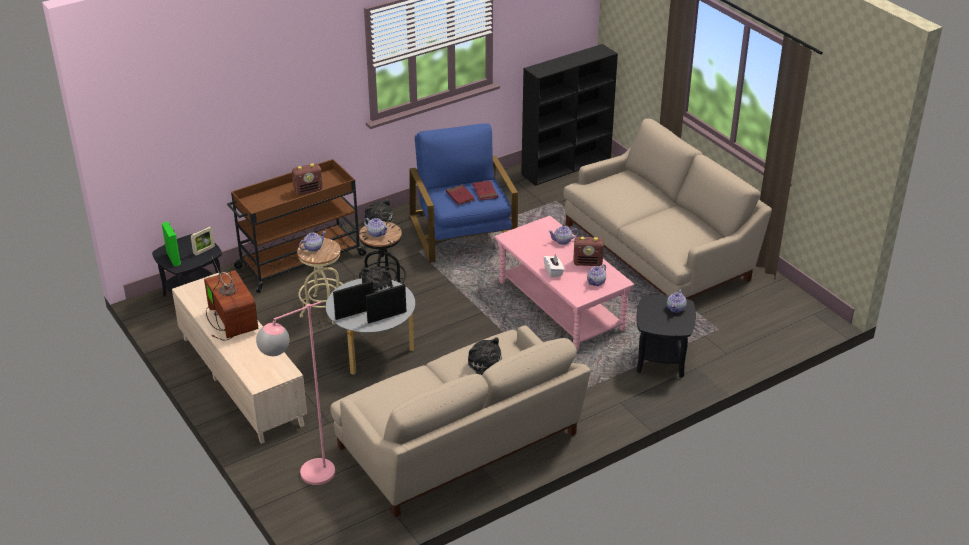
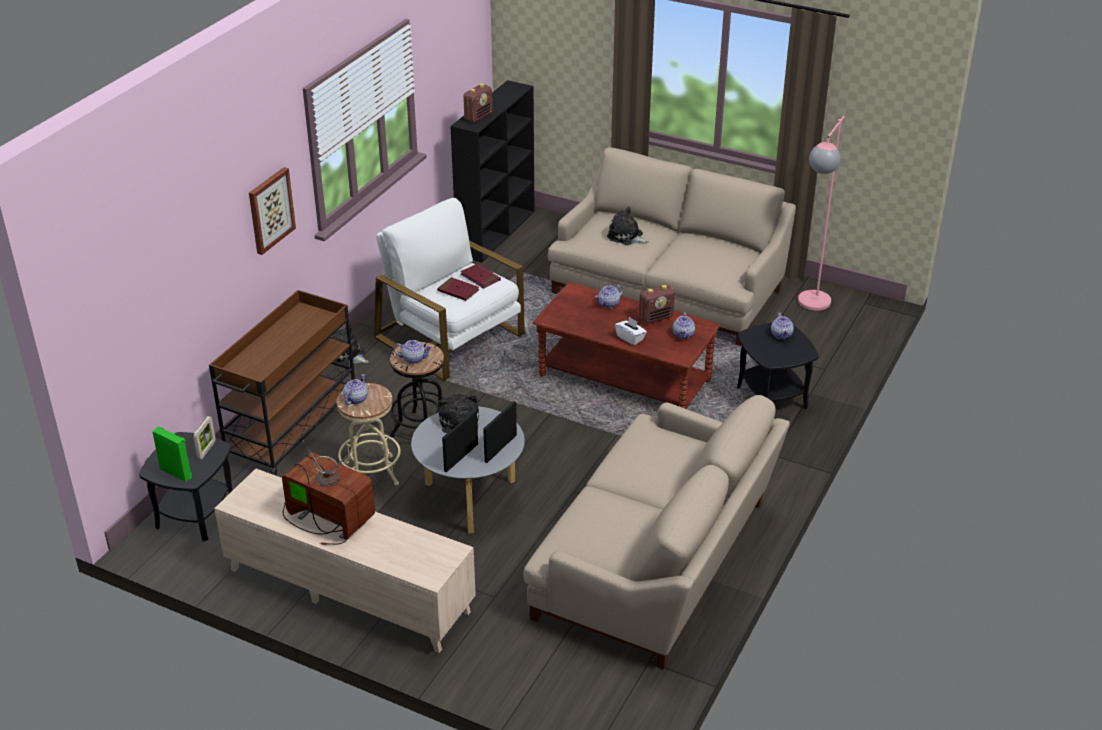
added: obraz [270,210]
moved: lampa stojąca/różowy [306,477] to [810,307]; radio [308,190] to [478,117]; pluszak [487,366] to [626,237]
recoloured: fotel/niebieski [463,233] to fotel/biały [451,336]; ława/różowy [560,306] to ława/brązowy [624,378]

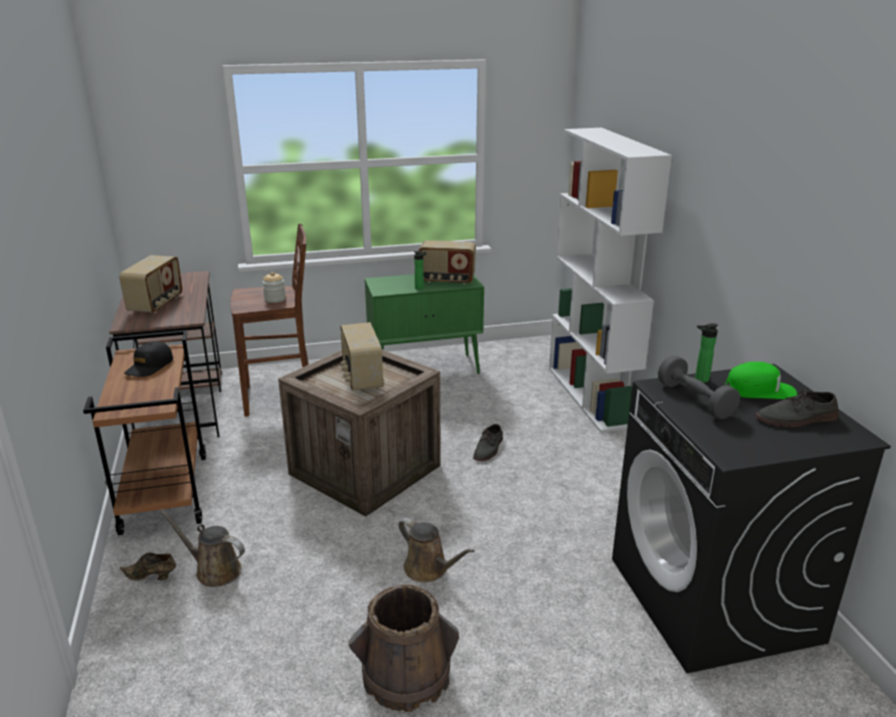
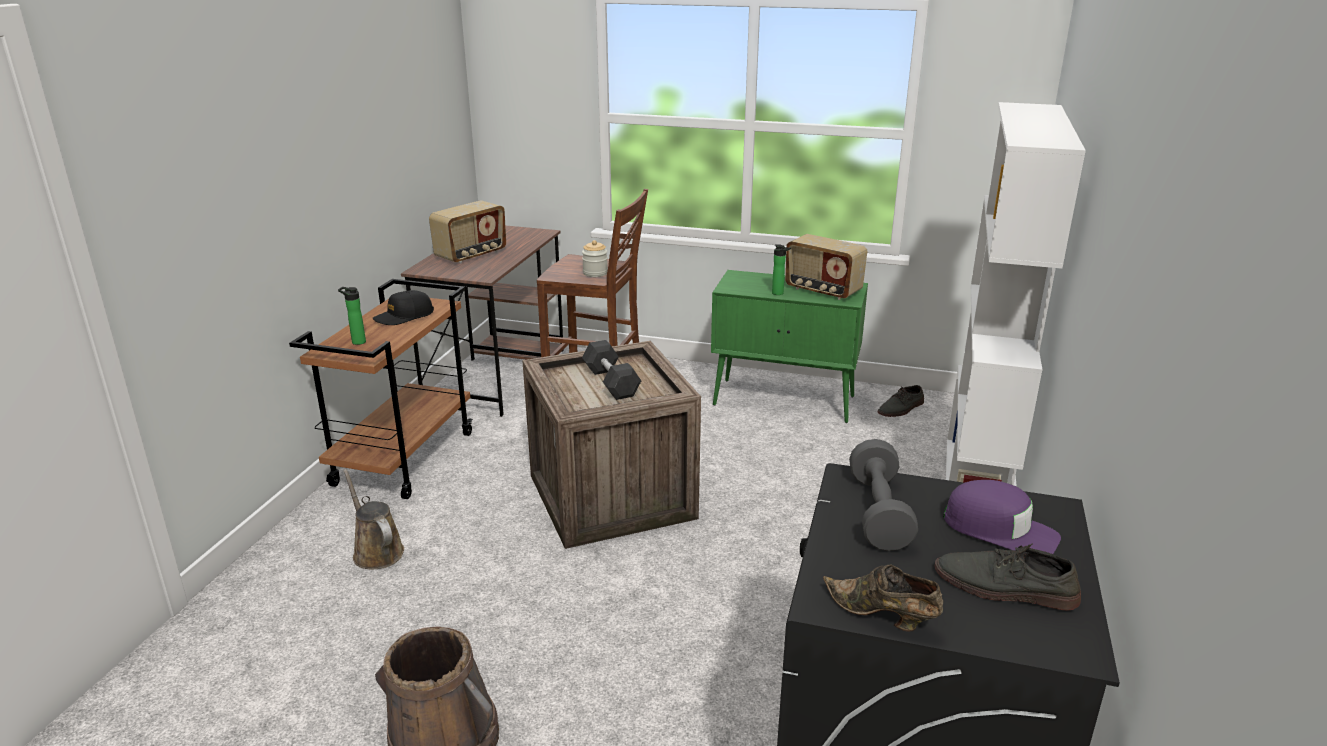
removed: konewka/brązowy [429,569]
moved: but/brązowy [151,577] to [882,616]; but/szary [489,449] to [901,408]; butelka [699,379] to [357,342]
replaced: radio [361,378] to hantel/szary [611,382]
recoloured: czapka z daszkiem/zielony [759,390] to czapka z daszkiem/fioletowy [1000,530]

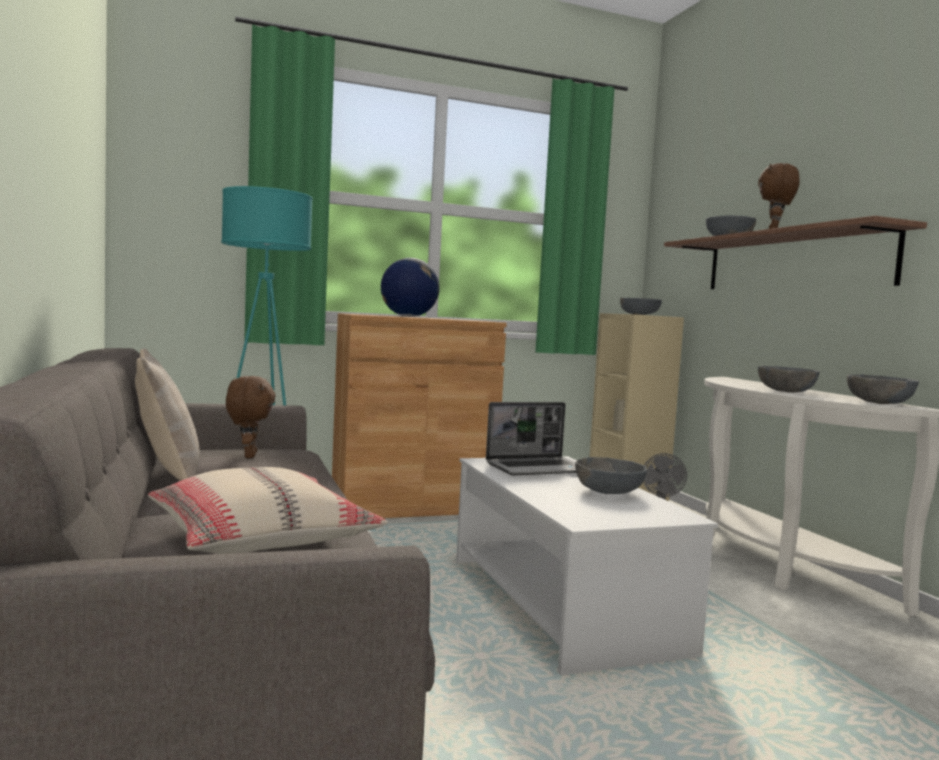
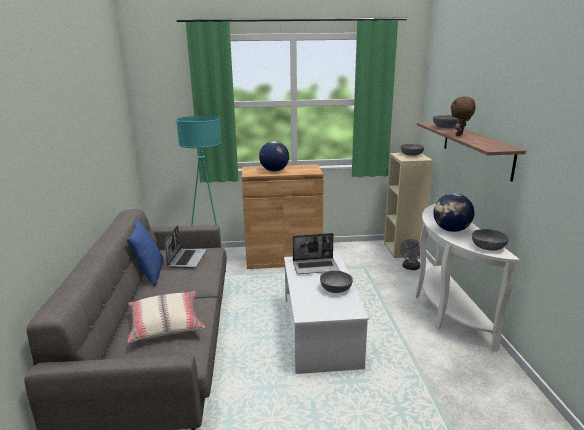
replaced: pluszak/brązowy [248,455] to laptop [187,259]; miska/szary [786,391] to globus [451,230]
recoloured: poduszka/beżowy [166,474] to poduszka/niebieski [150,273]

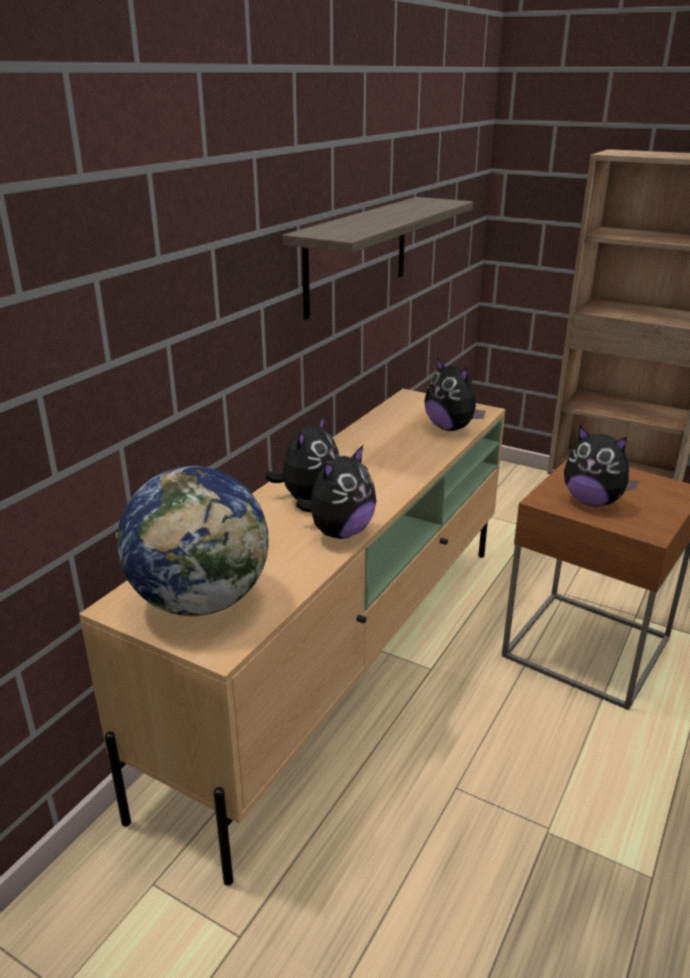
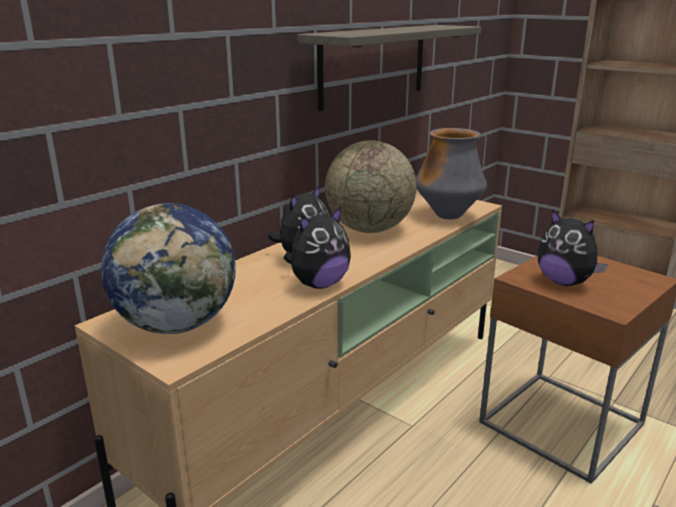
added: globus [369,229]
replaced: pluszak [451,428] to wazon [448,216]

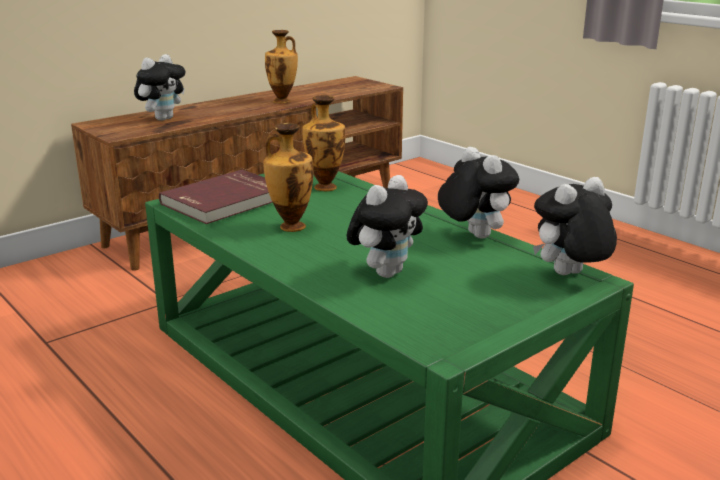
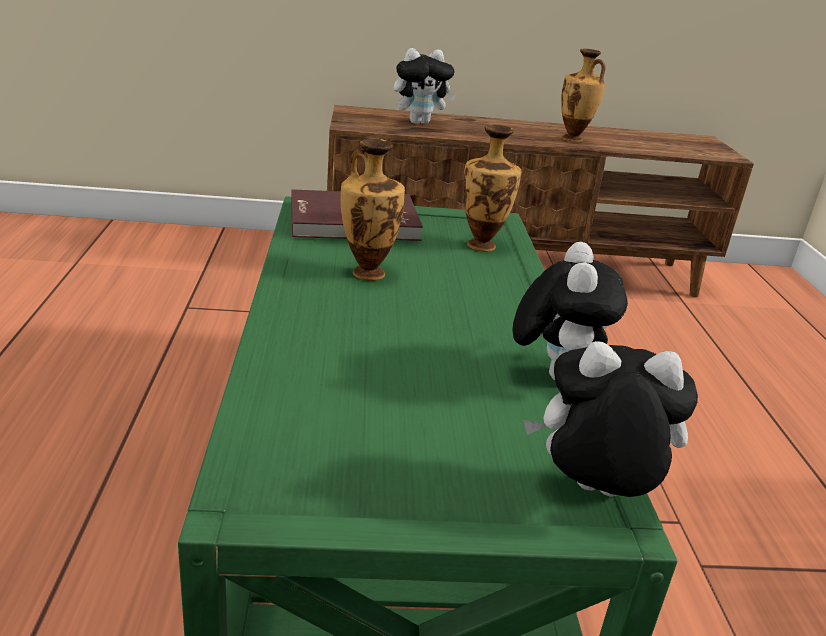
removed: pluszak [386,272]

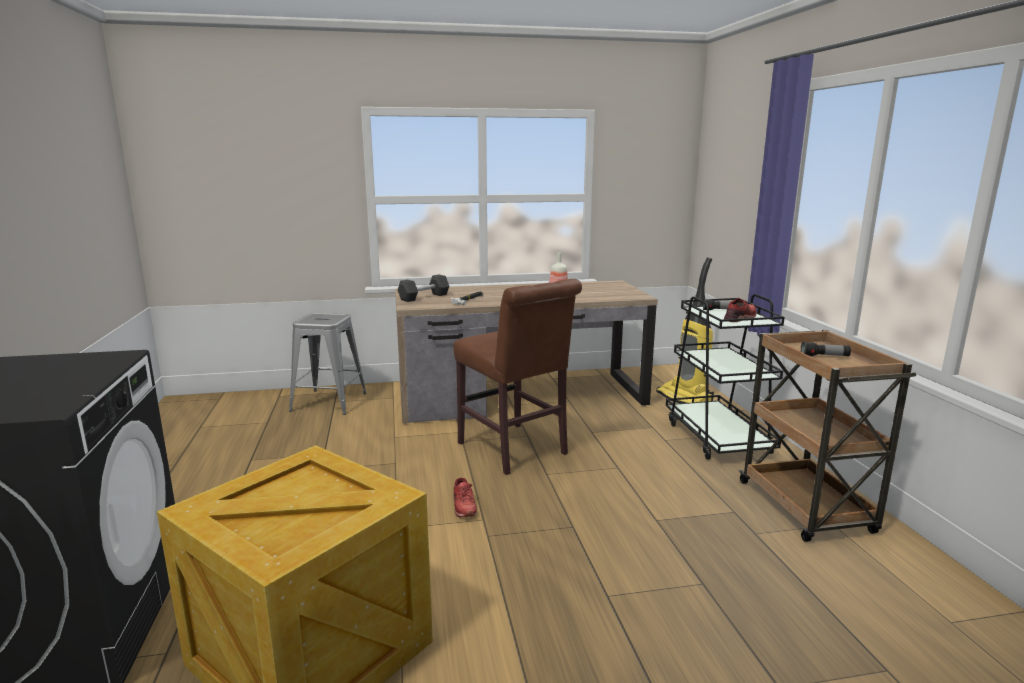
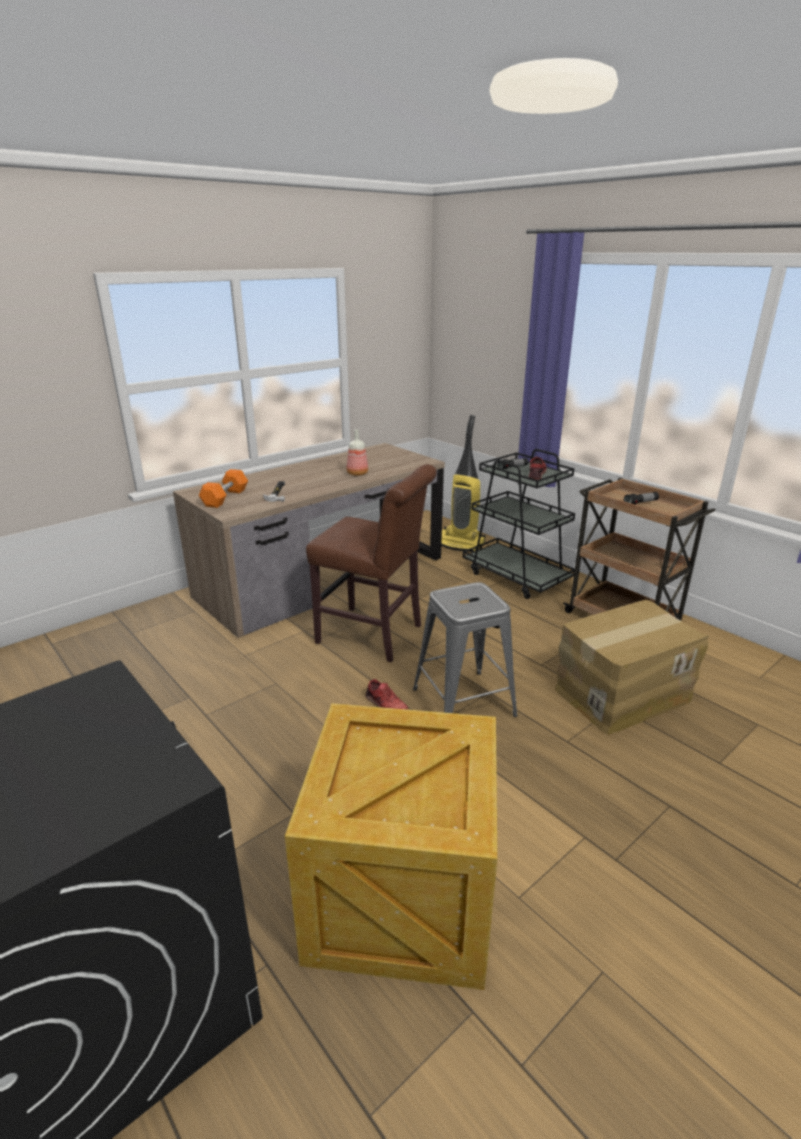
added: karton [621,694]
moved: stołek/szary [329,402] to [463,702]
recoloured: hantel/szary [424,297] to hantel/pomarańczowy [225,498]

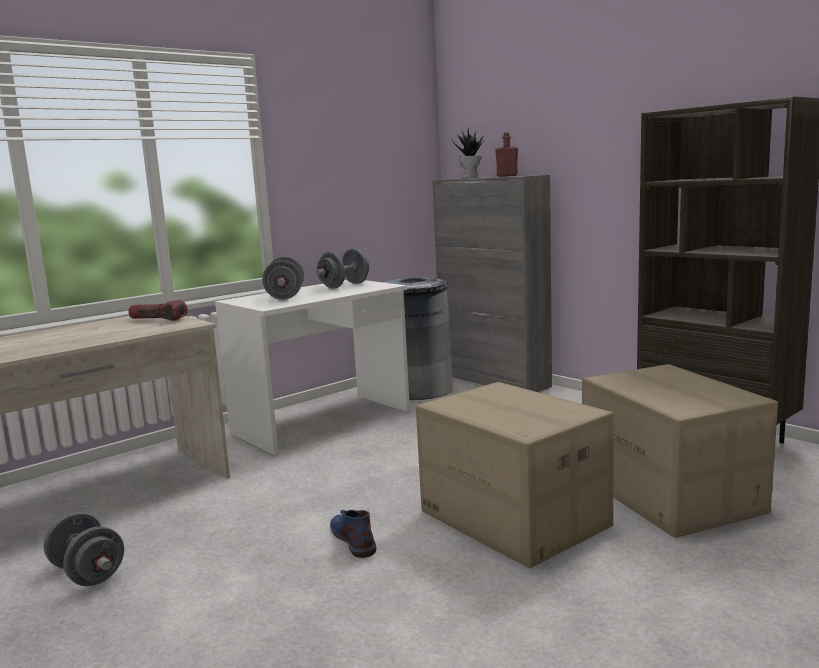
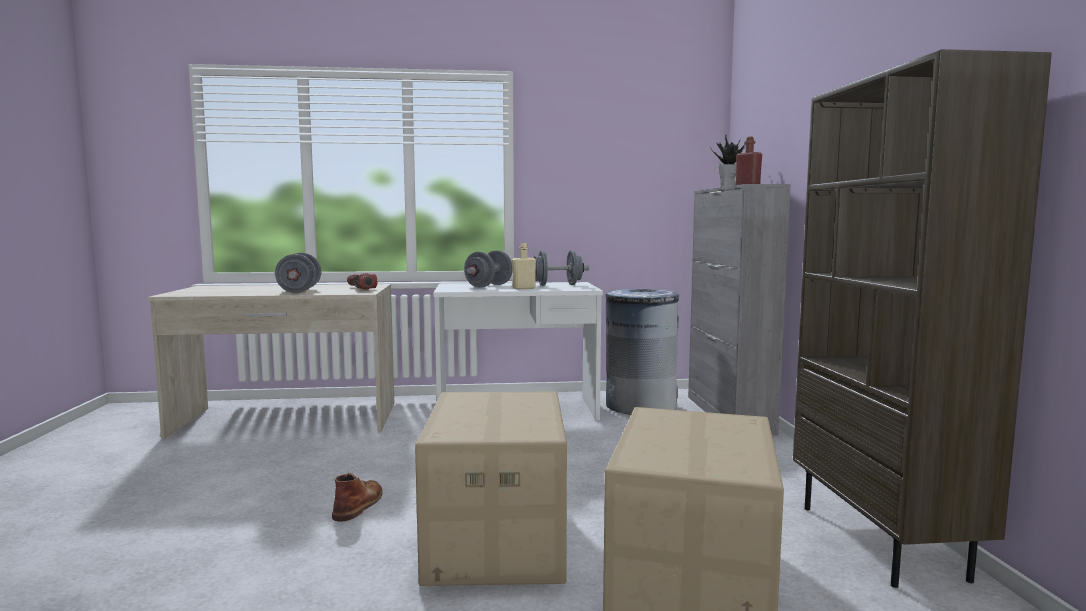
added: butelka/beżowy [524,288]
moved: hantel/szary [88,573] to [299,291]
recoloured: but z cholewką/niebieski [353,539] to but z cholewką/brązowy [359,504]

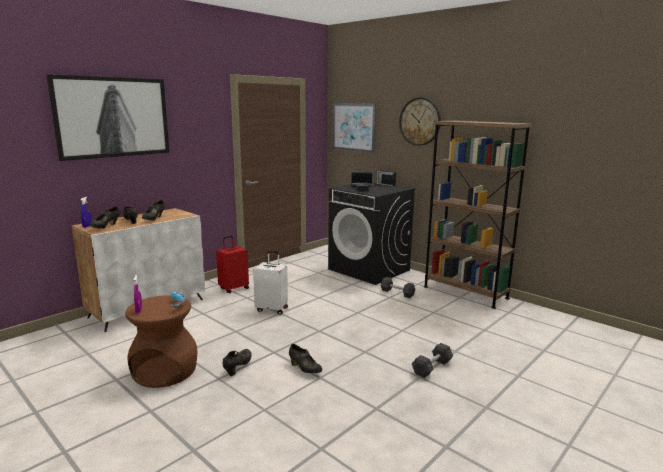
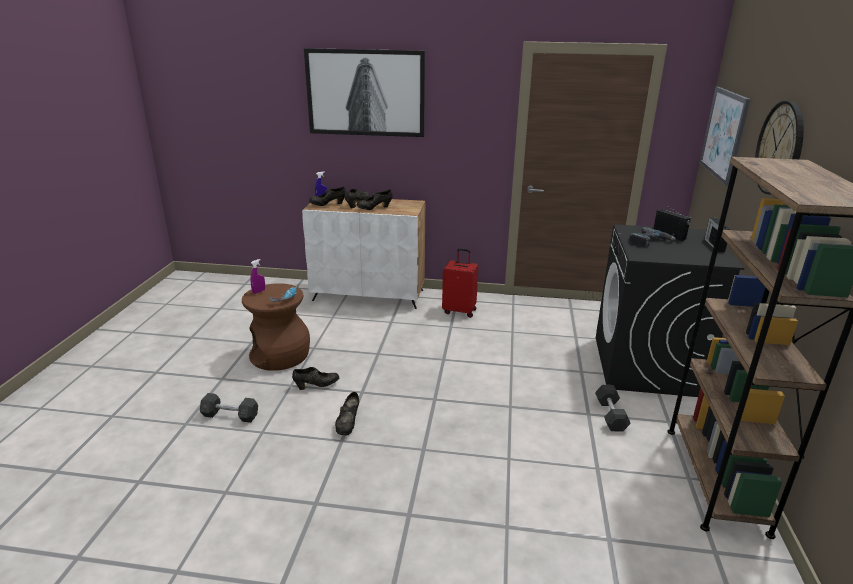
removed: walizka/biały [272,309]
moved: hantel/szary [432,367] to [230,416]

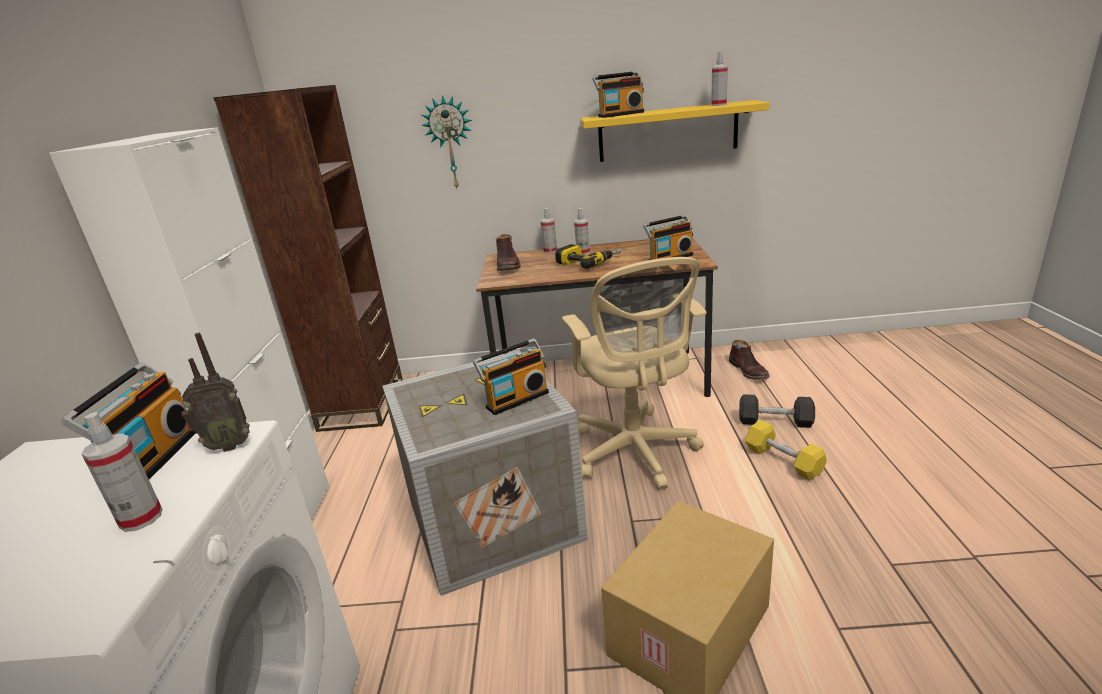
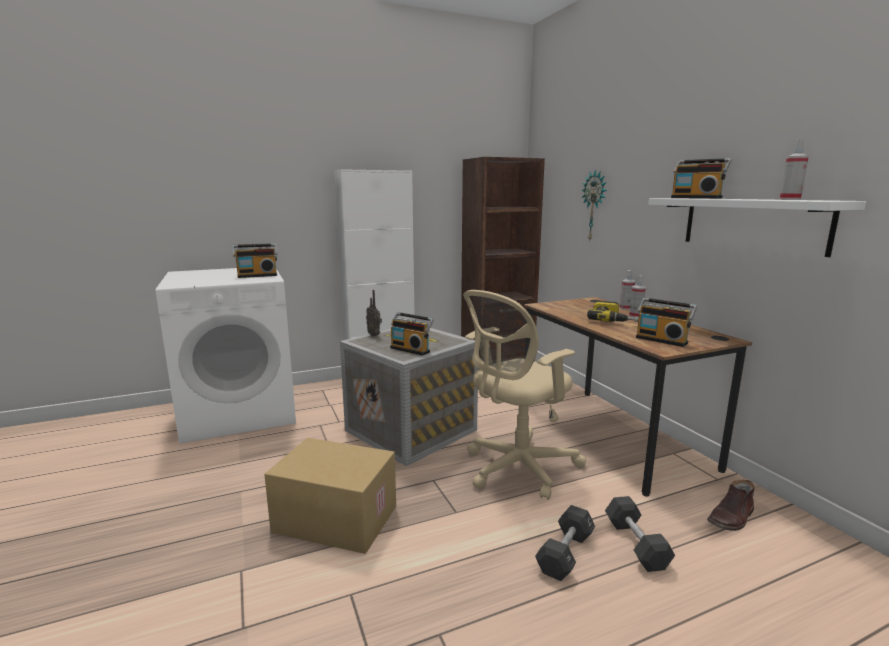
removed: spryskiwacz [141,518]; but z cholewką/brązowy [508,265]
moved: radio [228,446] to [374,335]
recoloured: półka/żółty [667,132] to półka/biały [752,224]; hantel/żółty [783,460] to hantel/czarny [565,553]

